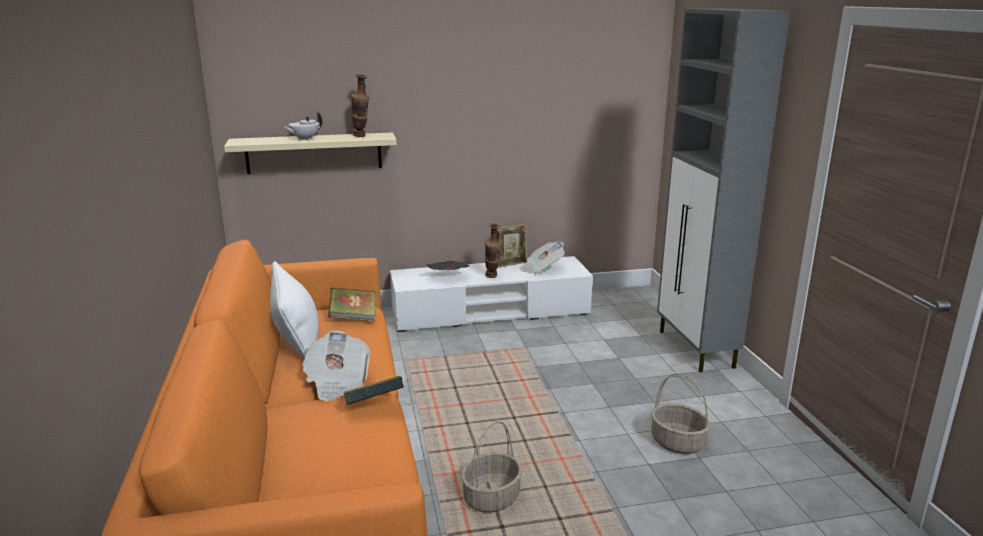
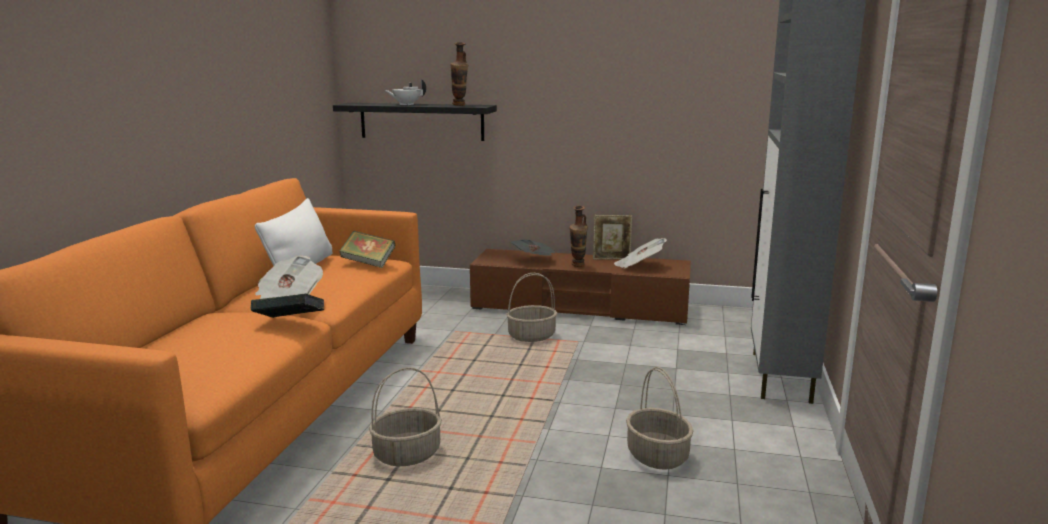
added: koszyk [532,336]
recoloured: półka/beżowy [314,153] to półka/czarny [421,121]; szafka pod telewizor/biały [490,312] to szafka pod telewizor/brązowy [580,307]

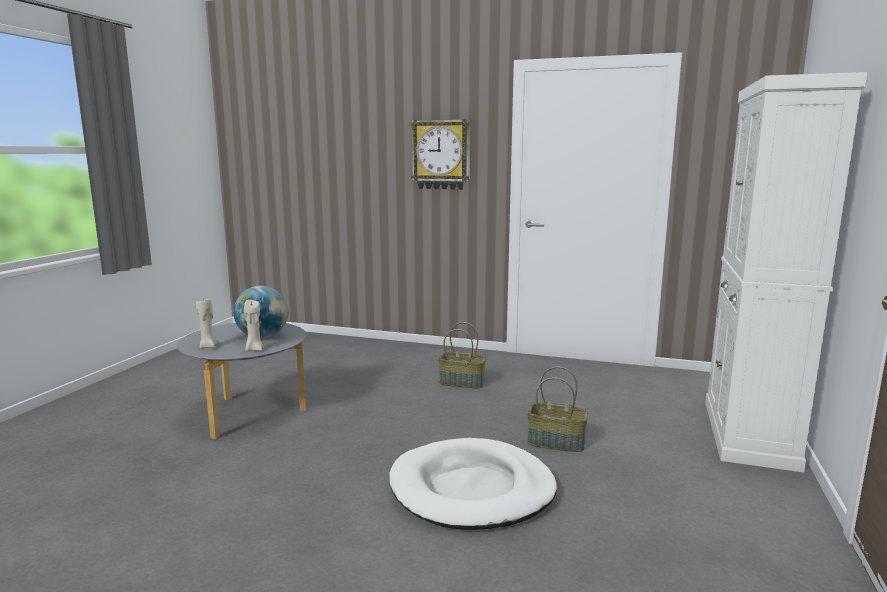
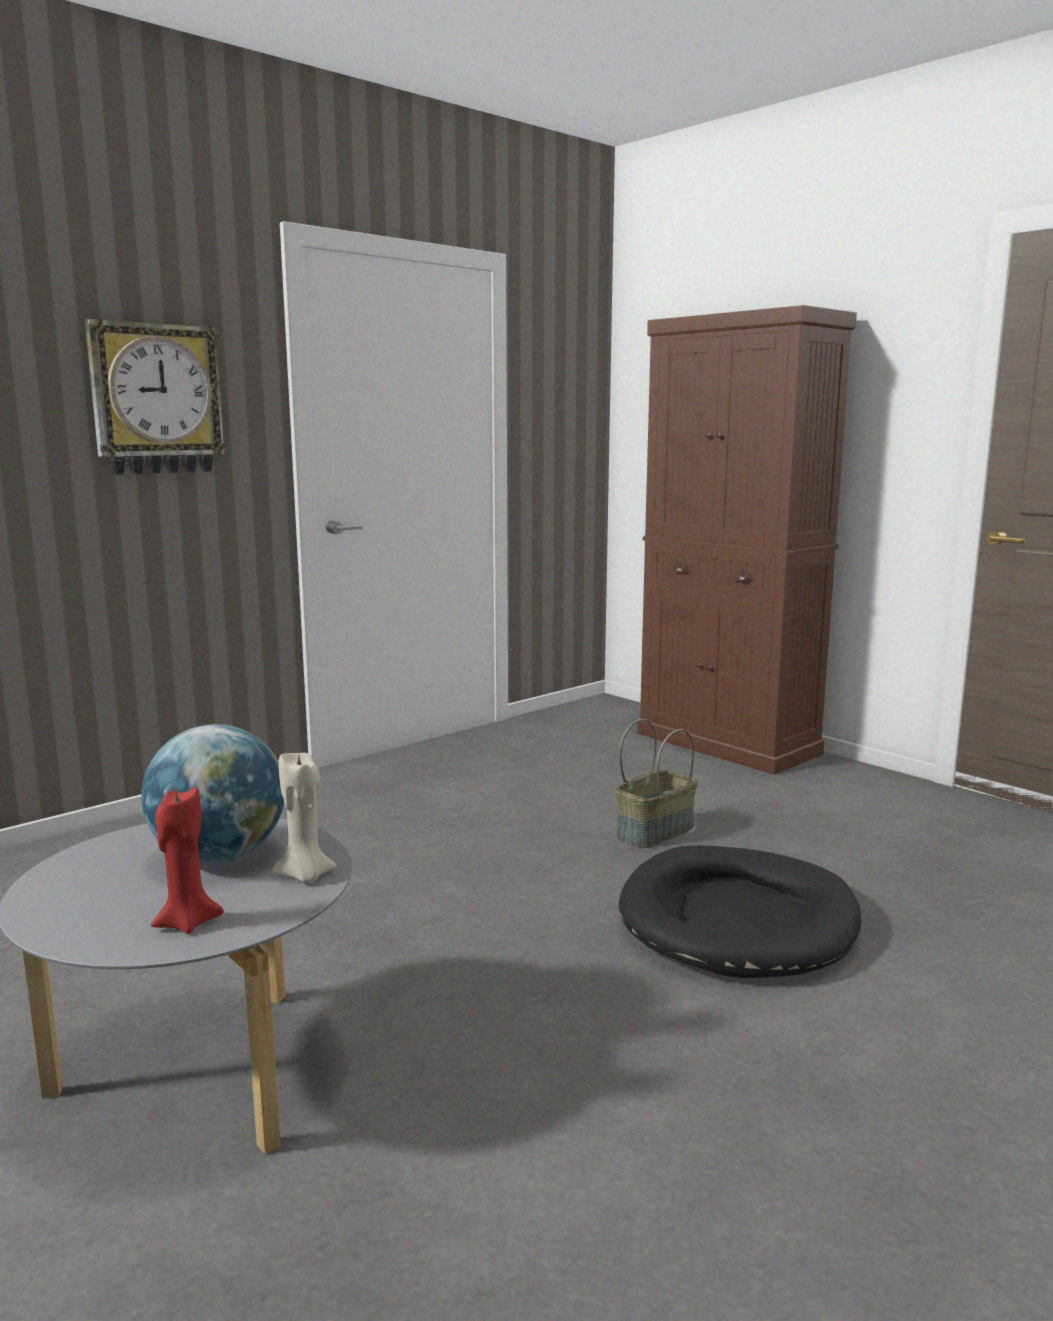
removed: koszyk [462,382]
recoloured: świeca/beżowy [208,346] to świeca/czerwony [187,922]; legowisko/biały [472,489] to legowisko/czarny [738,919]; szafka/biały [748,433] to szafka/brązowy [727,744]

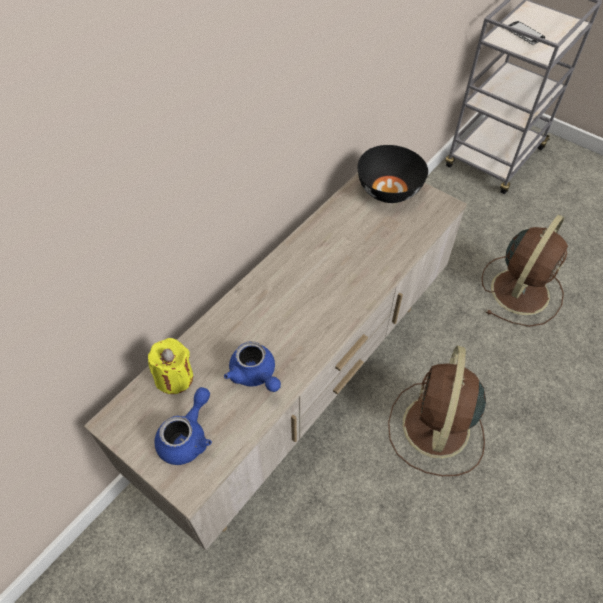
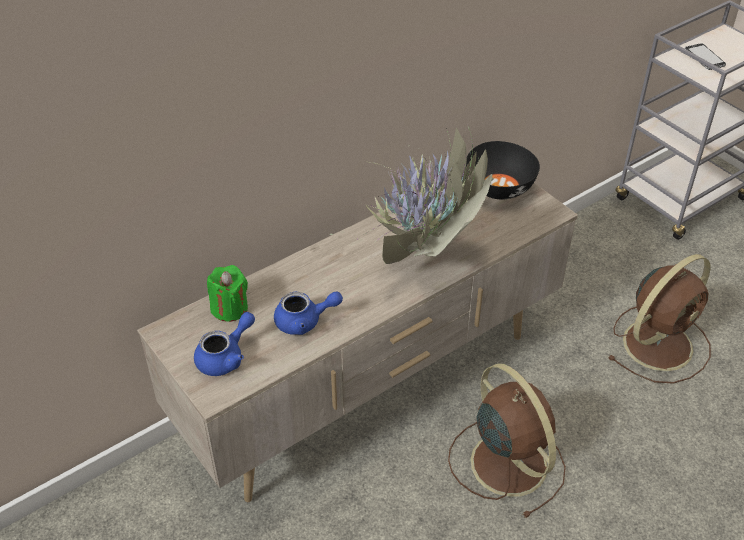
added: roślina doniczkowa [424,259]
recoloured: świeca/żółty [174,377] to świeca/zielony [230,308]
turned: imbryk/niebieski [255,375] = [304,321] 75 degrees counterclockwise; wentylator/brązowy [435,429] = [506,461] 120 degrees clockwise

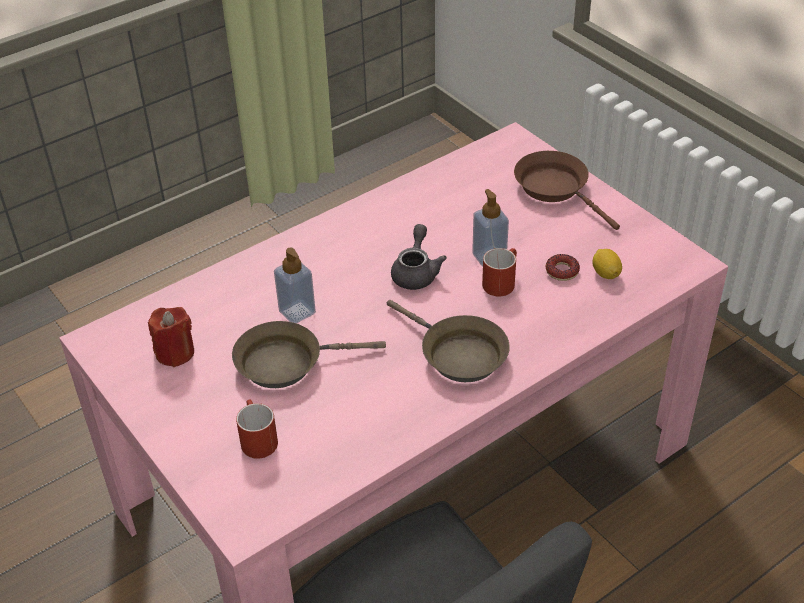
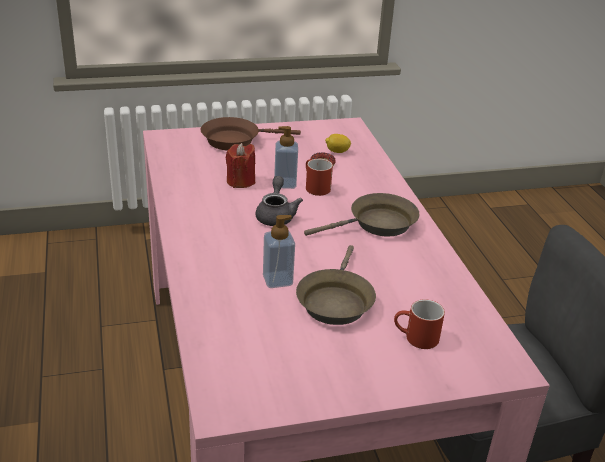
moved: świeca/czerwony [175,353] to [240,181]
turned: imbryk/szary [416,272] = [276,215] 60 degrees clockwise

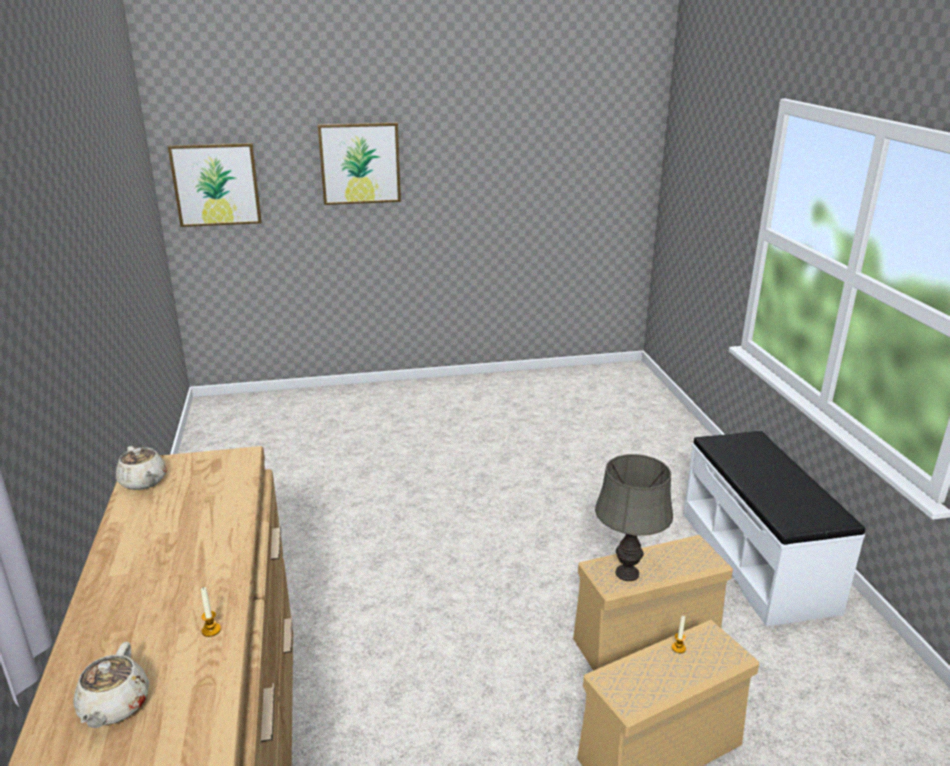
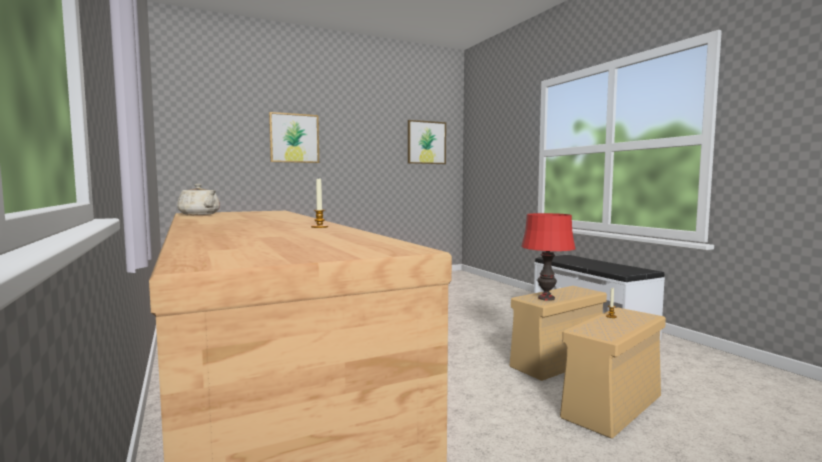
removed: imbryk/beżowy [114,707]
moved: obraz [216,184] to [426,142]
recoloured: lampa stołowa/szary [627,573] to lampa stołowa/czerwony [546,298]

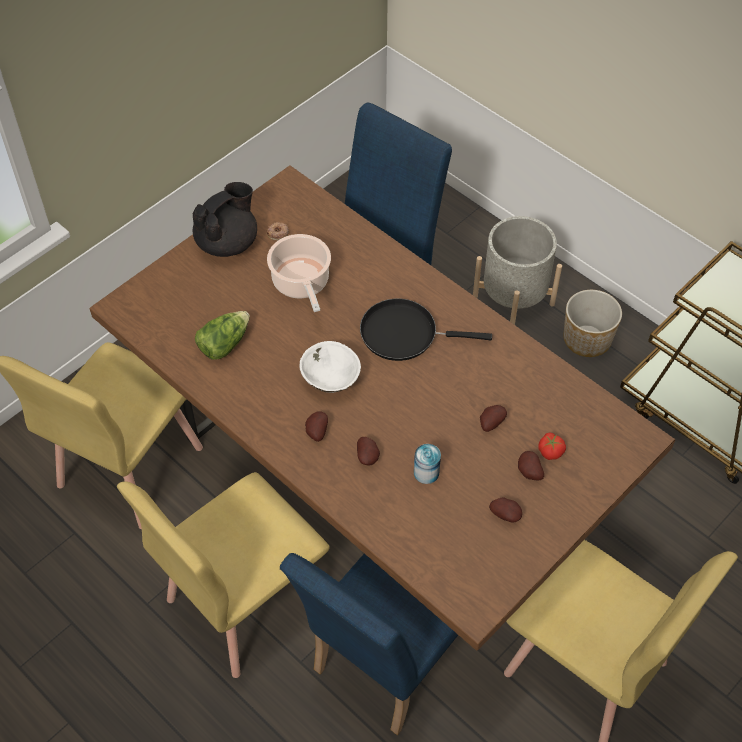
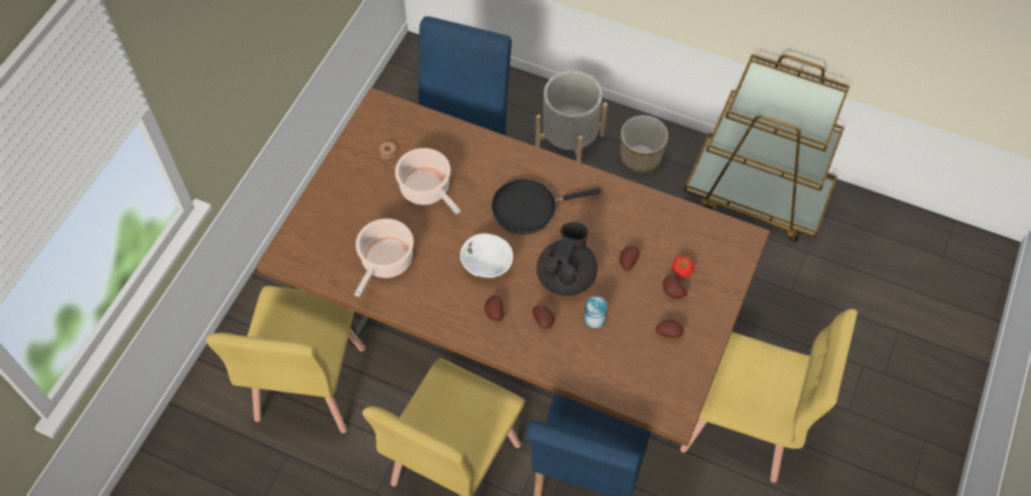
moved: imbryk/czarny [228,242] to [566,276]
replaced: sałata [224,344] to garnek [385,262]

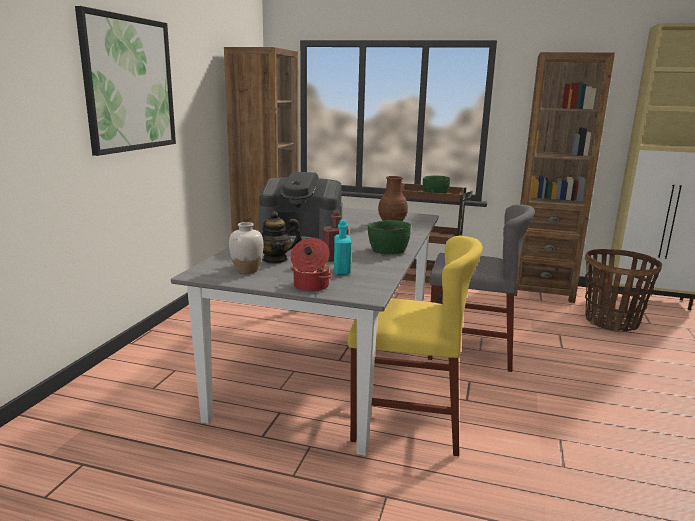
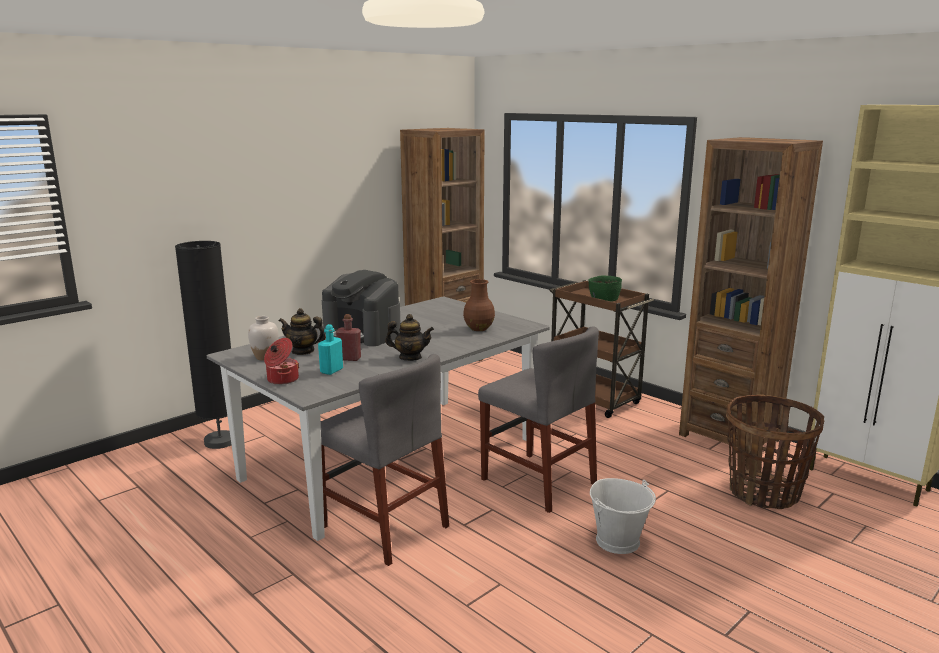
removed: obraz [129,84]
added: lampa stojąca/czarny [220,442]; wiadro/biały [618,541]
replaced: miska/zielony [387,250] to imbryk [410,358]
recoloured: krzesło/żółty [406,422] to krzesło/szary [384,526]

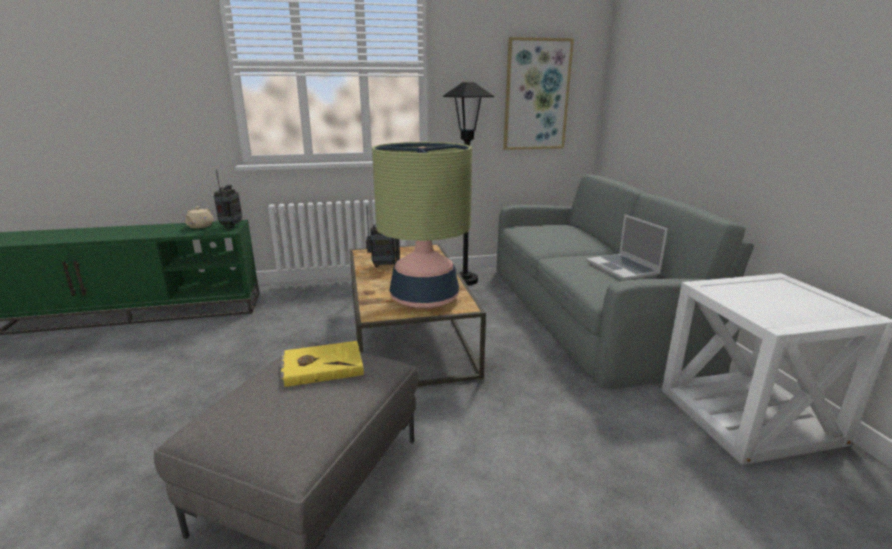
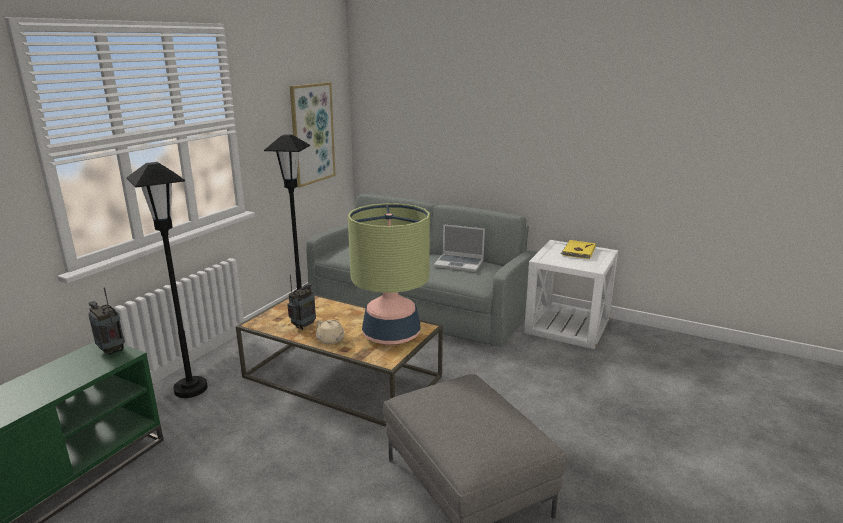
added: lampa stojąca/czarny [191,389]
moved: imbryk/beżowy [200,226] to [331,340]; książka/żółty [322,366] to [578,251]

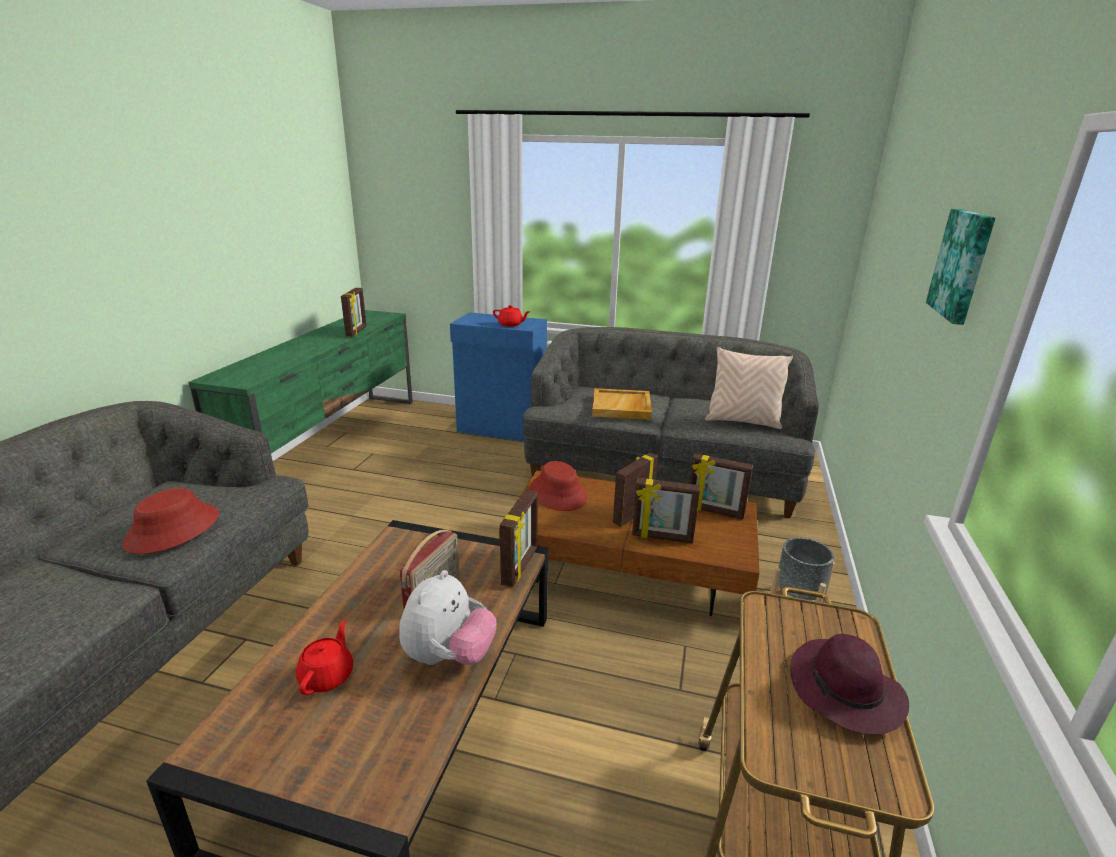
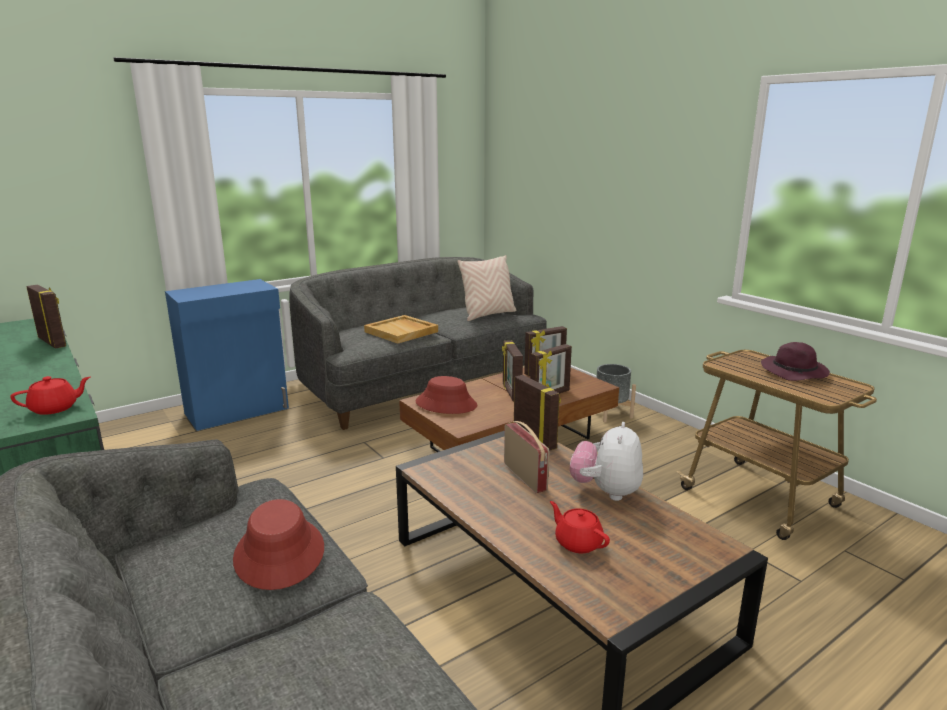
removed: obraz [963,264]
moved: imbryk/czerwony [511,324] to [55,408]
turned: pluszak [448,656] = [606,492] 135 degrees counterclockwise

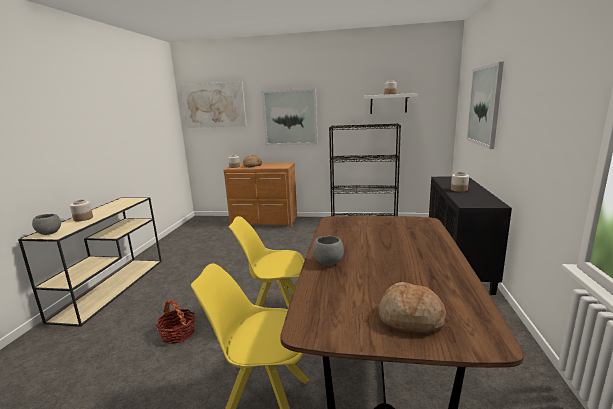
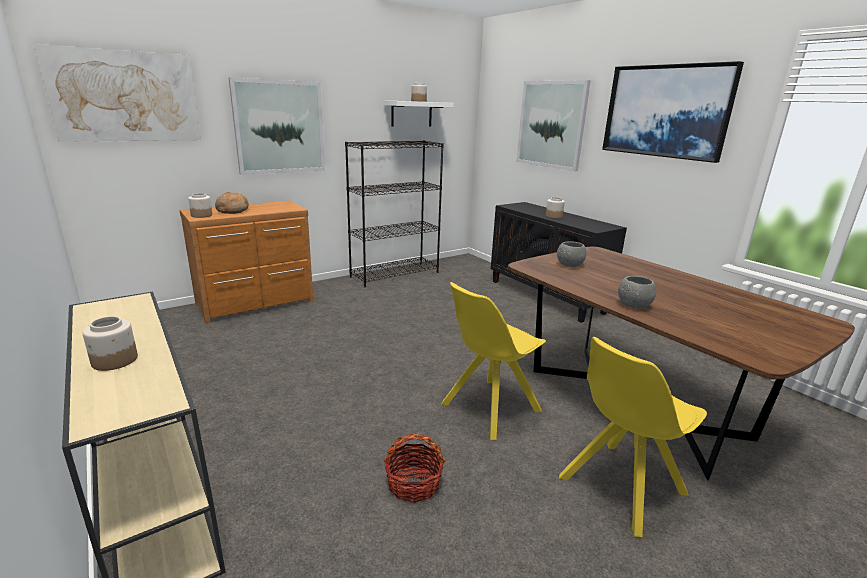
removed: chleb [410,319]
added: obraz [666,111]
moved: miska/szary [49,233] to [570,265]

